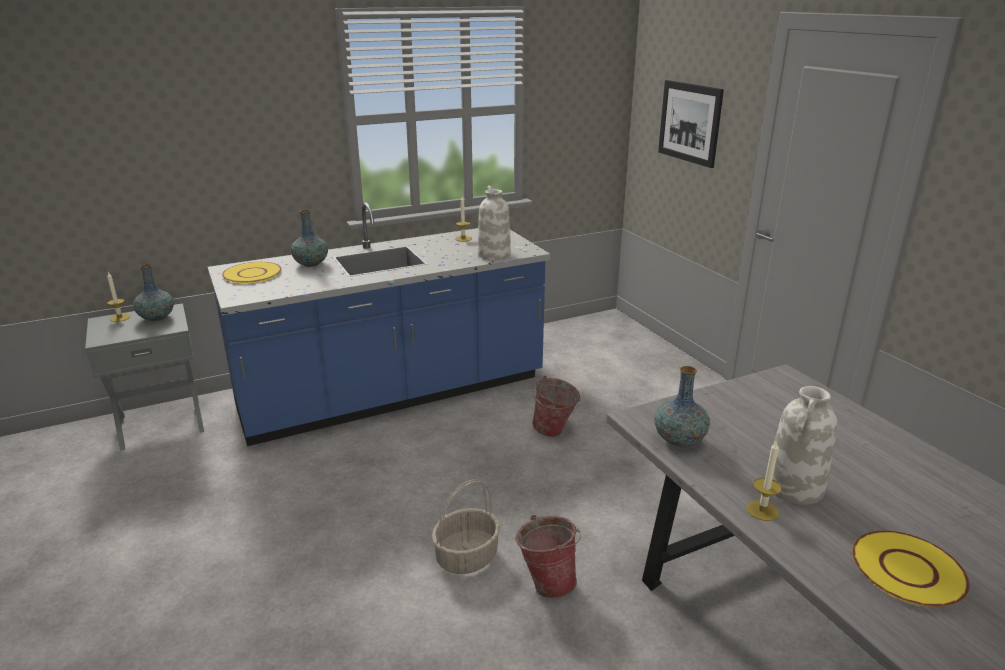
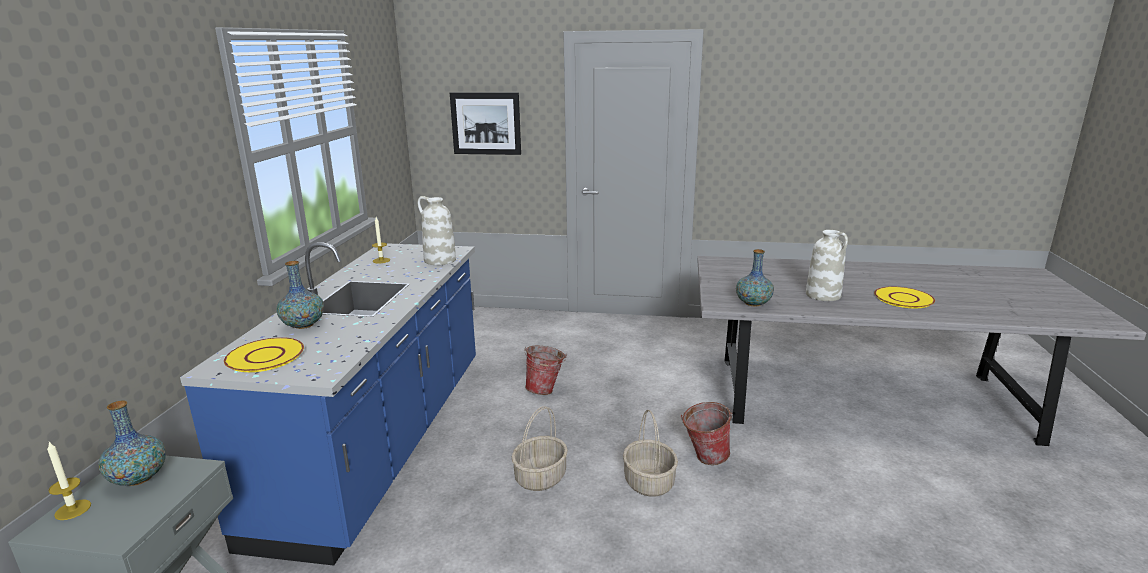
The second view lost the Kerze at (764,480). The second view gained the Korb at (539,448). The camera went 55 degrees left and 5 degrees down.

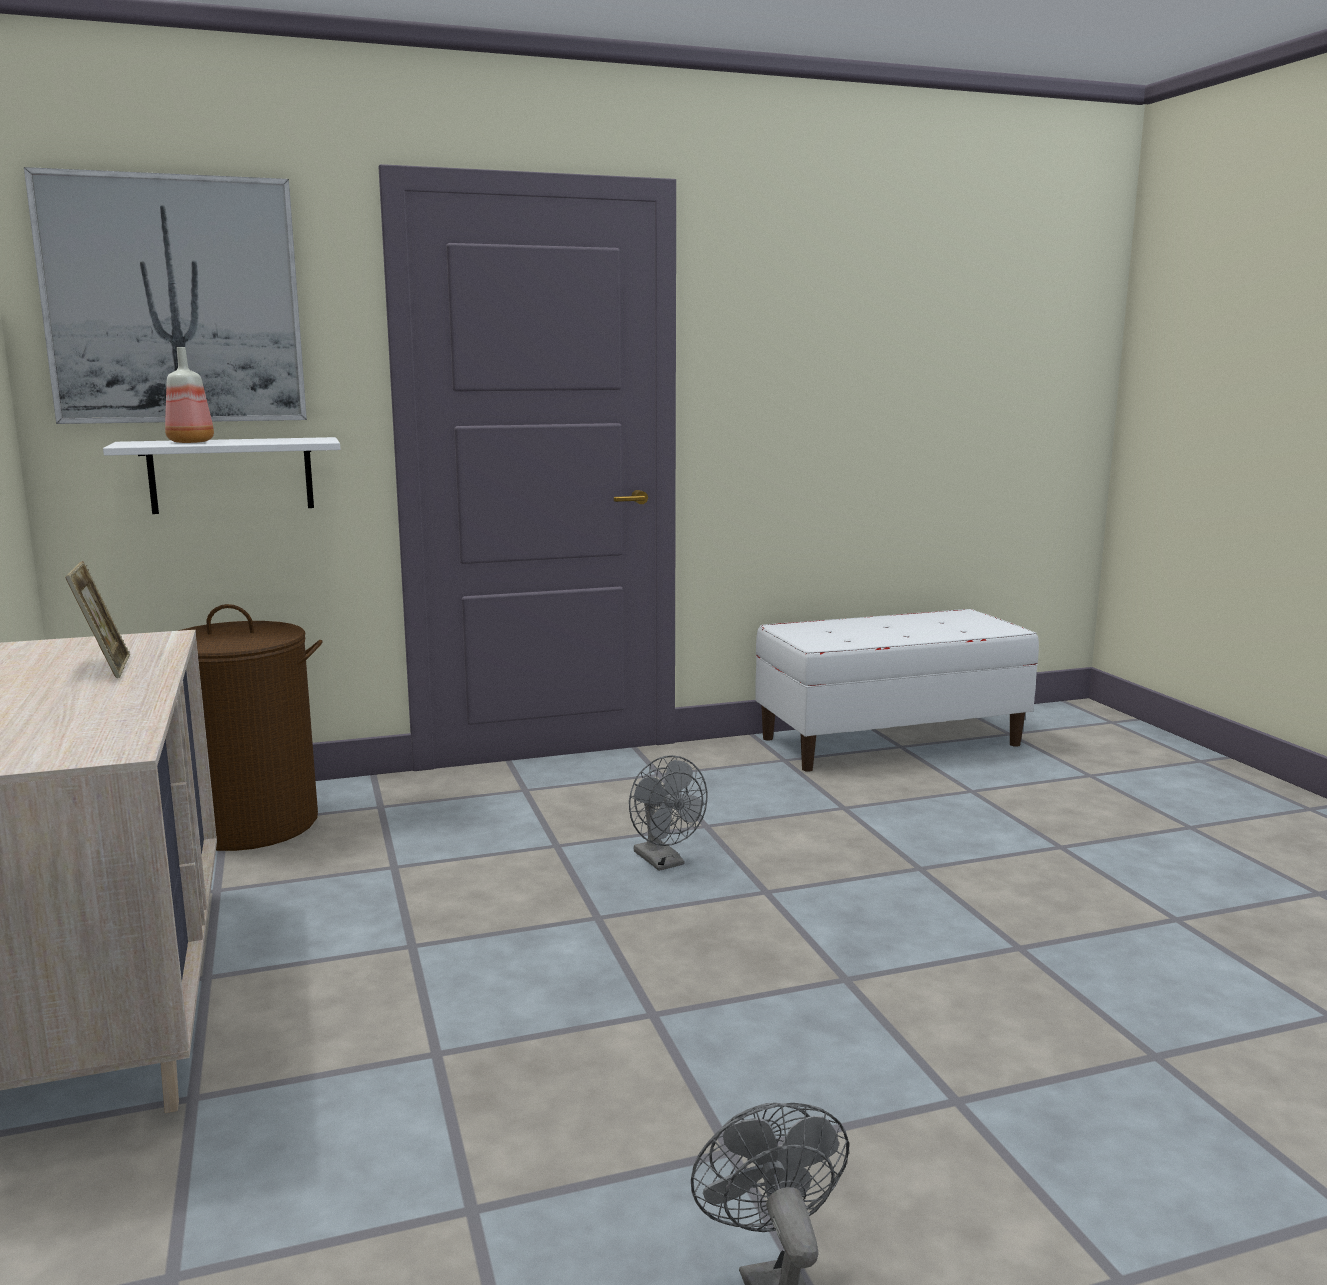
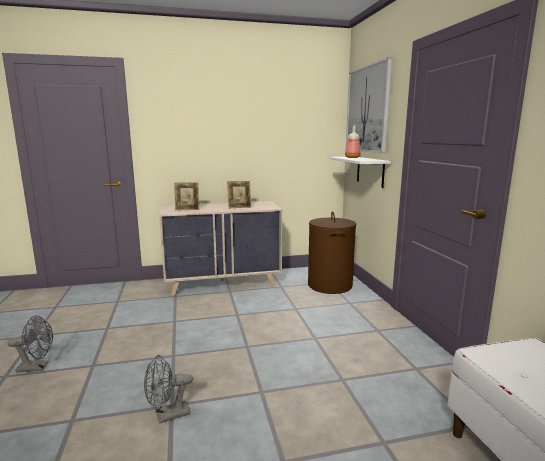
The Ventilator [grau] ended up elsewhere, having gone from (668,813) to (168,389). The second view gained the Bilderrahmen at (186,196). The camera went 95 degrees right and 0 degrees up.

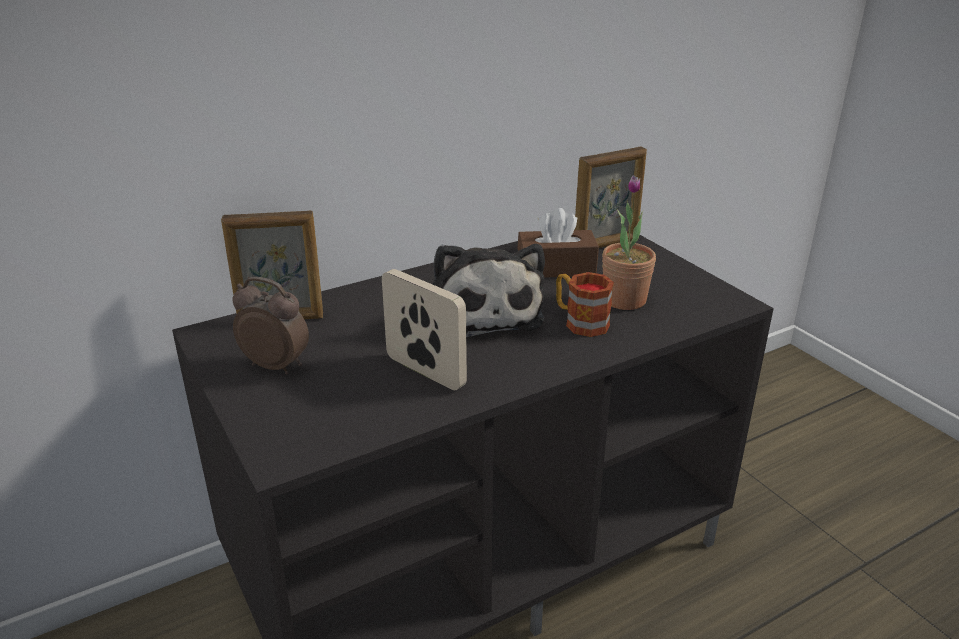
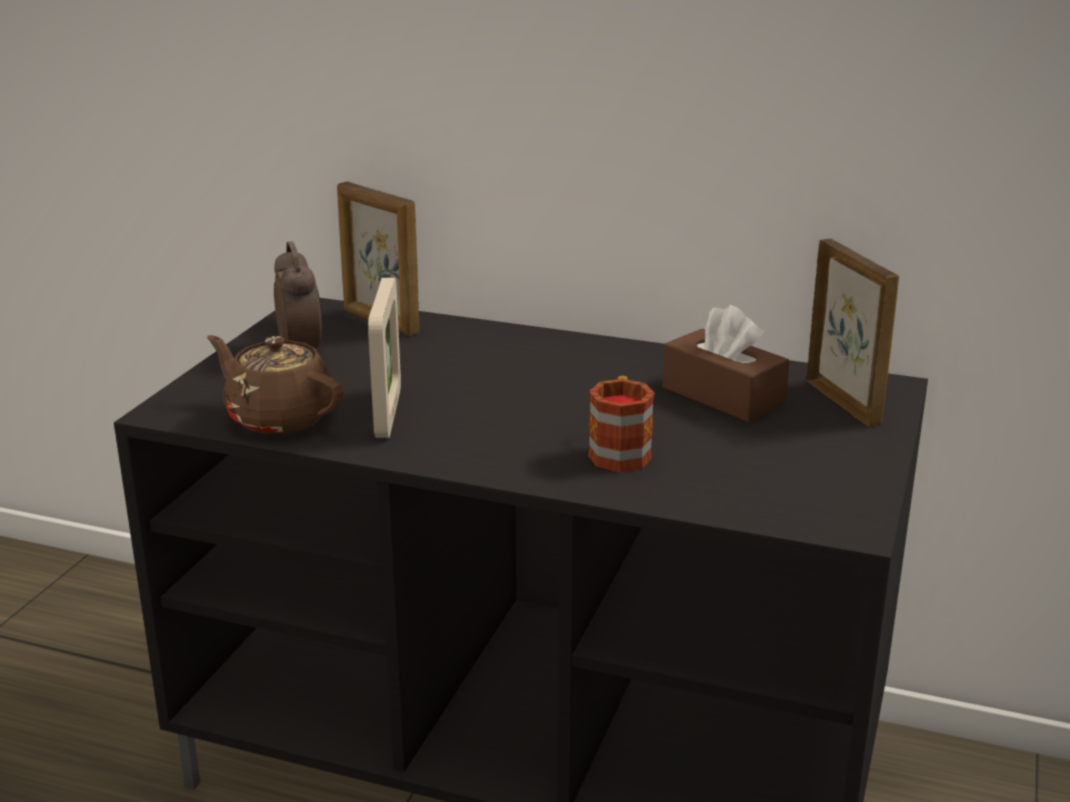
The Bilderrahmen at (610,197) ended up facing another way, 135 degrees counterclockwise from before. The second view lost the Topfpflanze at (629,242). The second view lost the Plüschtier at (488,290). The second view gained the Teekanne [braun] at (275,384). The camera went 50 degrees right and 5 degrees down.

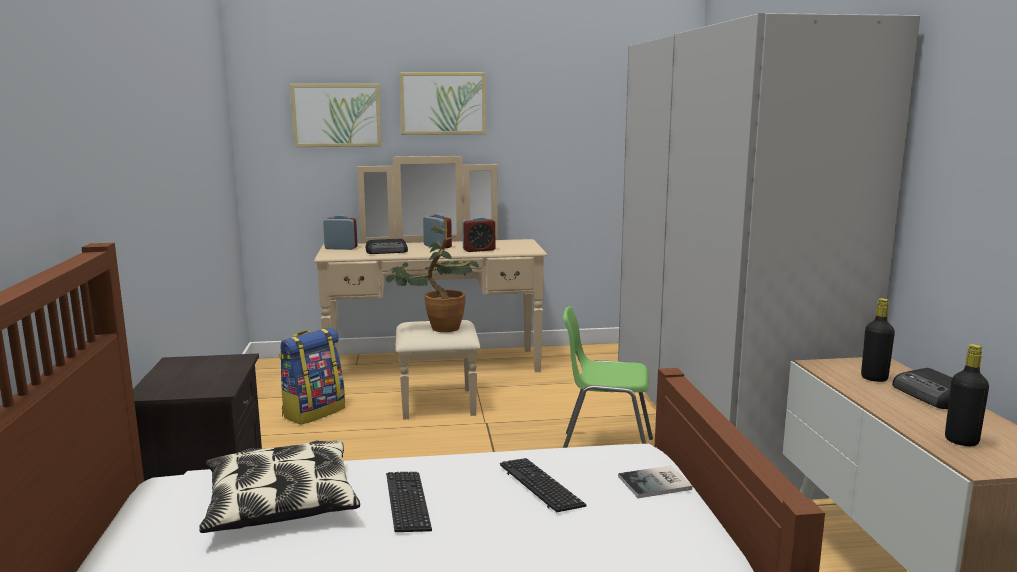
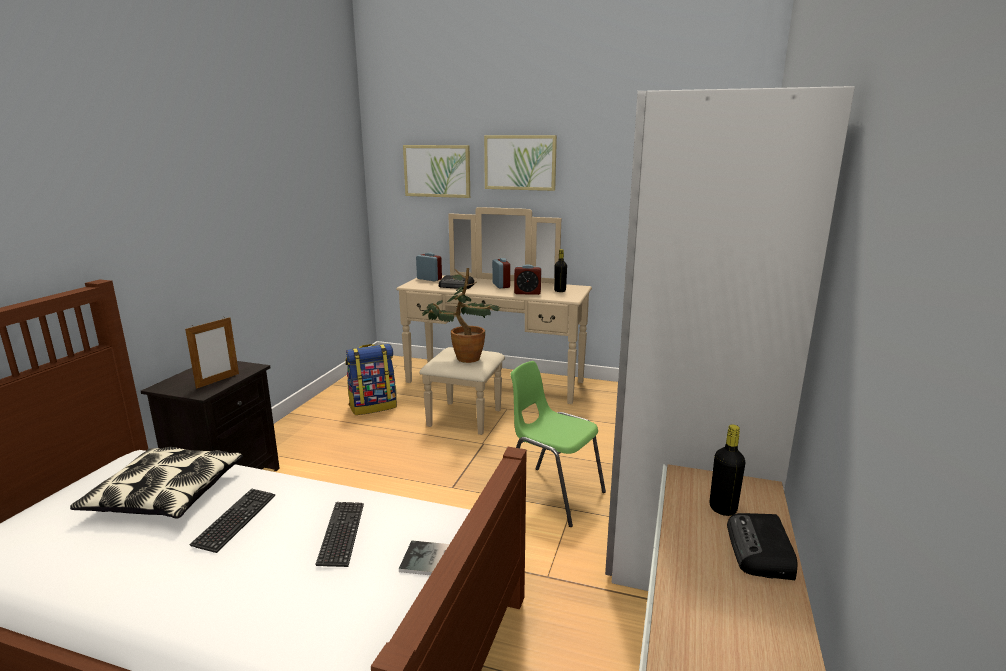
The Flasche [schwarz] ended up elsewhere, having gone from (967,395) to (560,270). The second view gained the Bilderrahmen at (212,353). The camera went 25 degrees right and 5 degrees up.

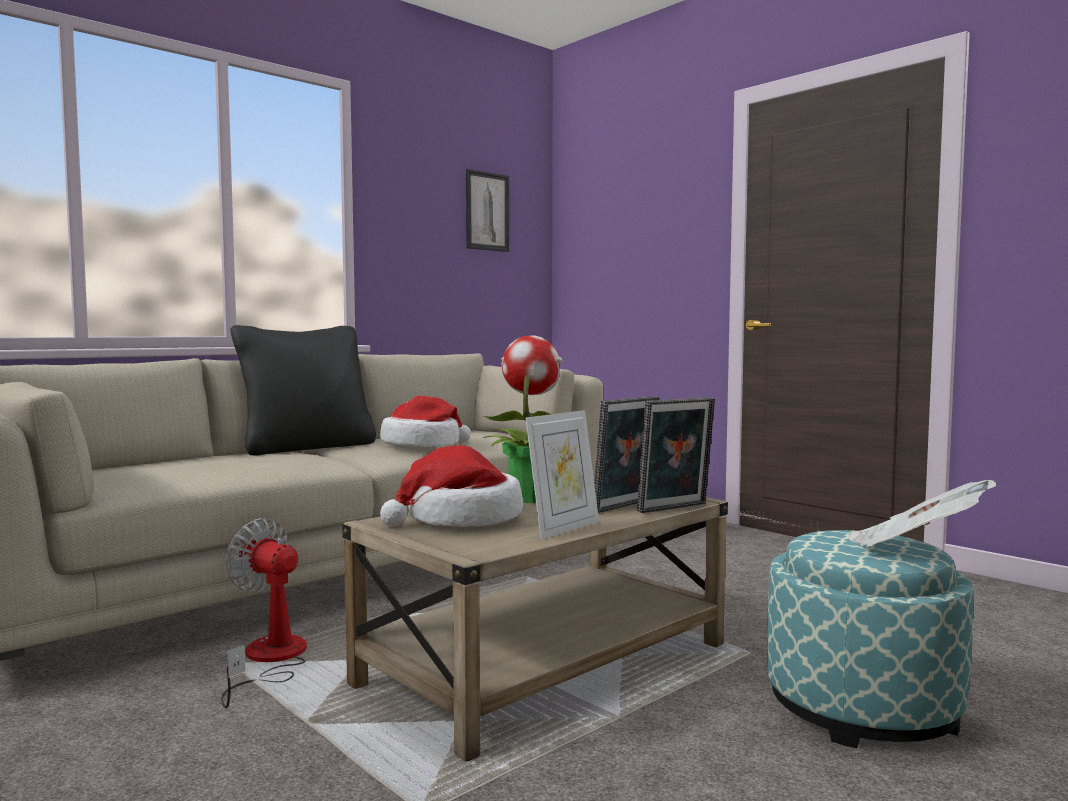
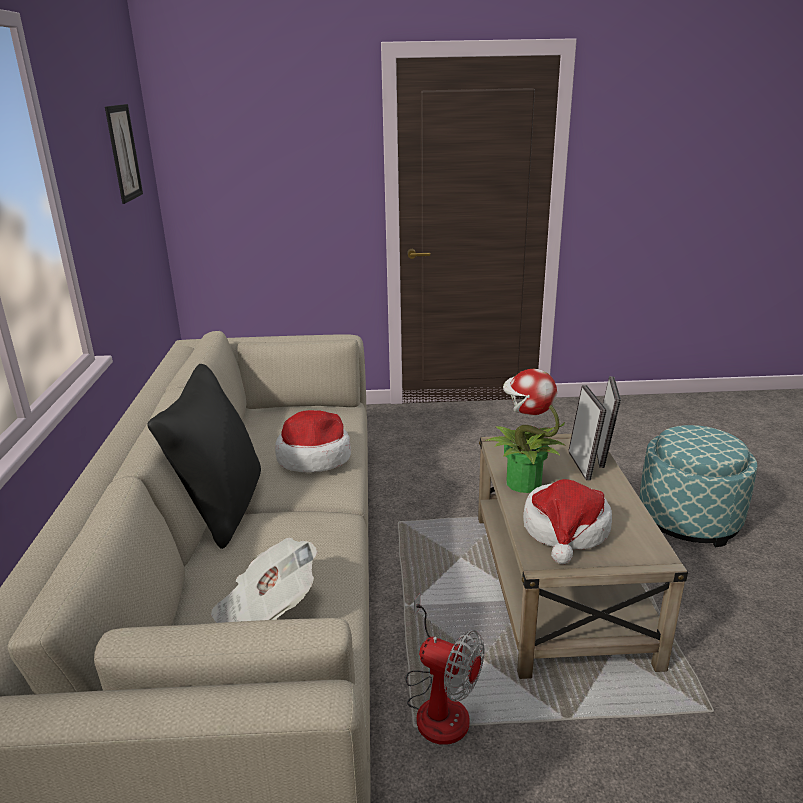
The second view lost the Bilderrahmen at (562,474). The Zeitung ended up elsewhere, having gone from (922,514) to (264,580). The Ventilator at (264,613) ended up facing another way, 135 degrees counterclockwise from before. The camera went 50 degrees left and 20 degrees up.

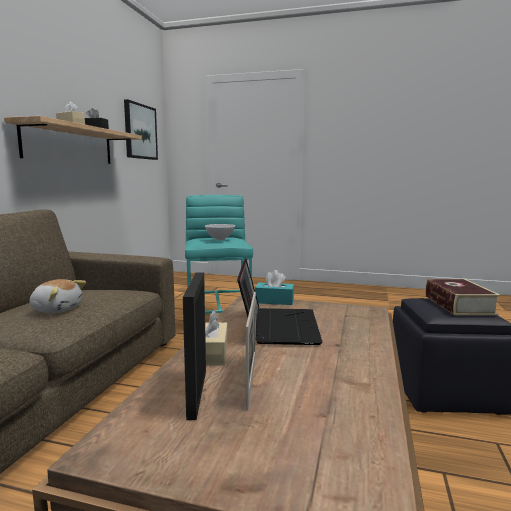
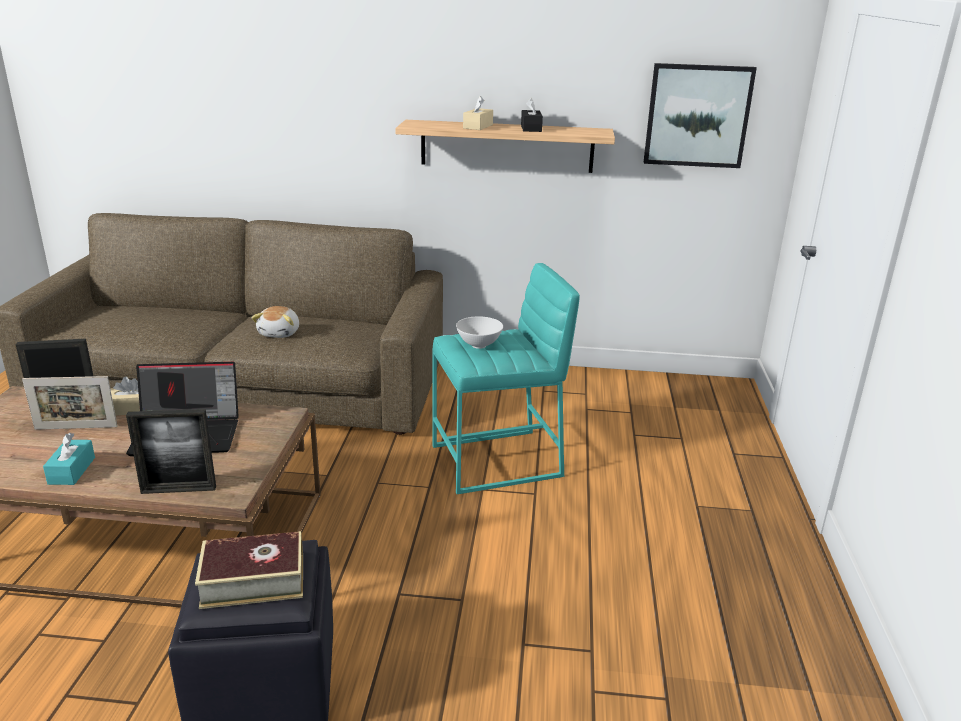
The Taschentuchbox [türkis] ended up elsewhere, having gone from (274,287) to (69,459). The second view gained the Bilderrahmen at (171,451). The camera went 80 degrees right and 15 degrees up.

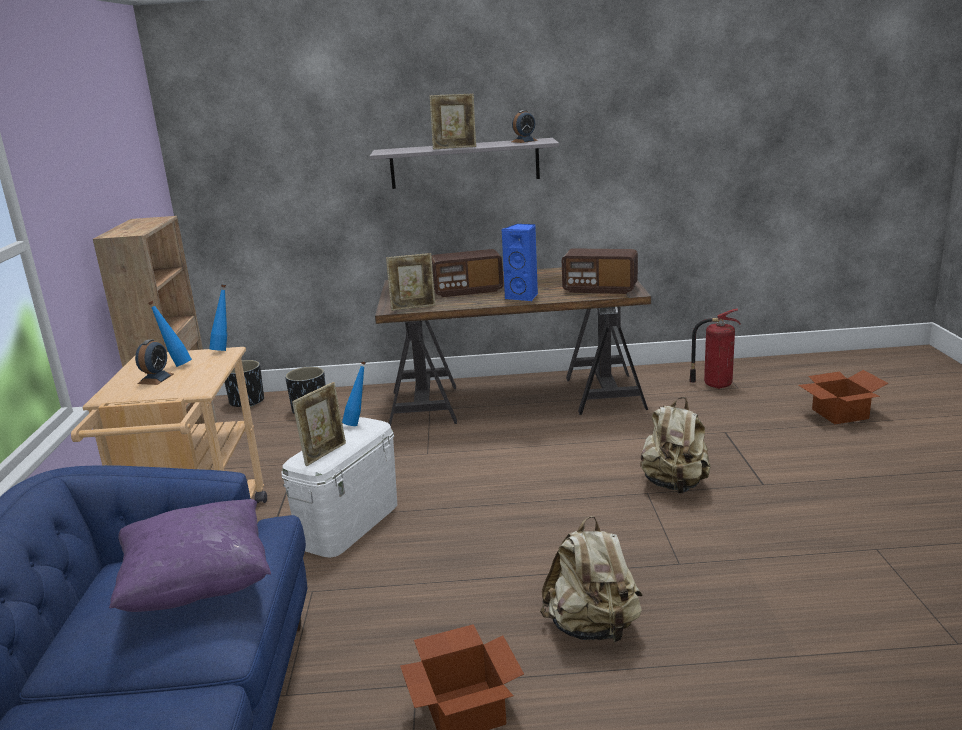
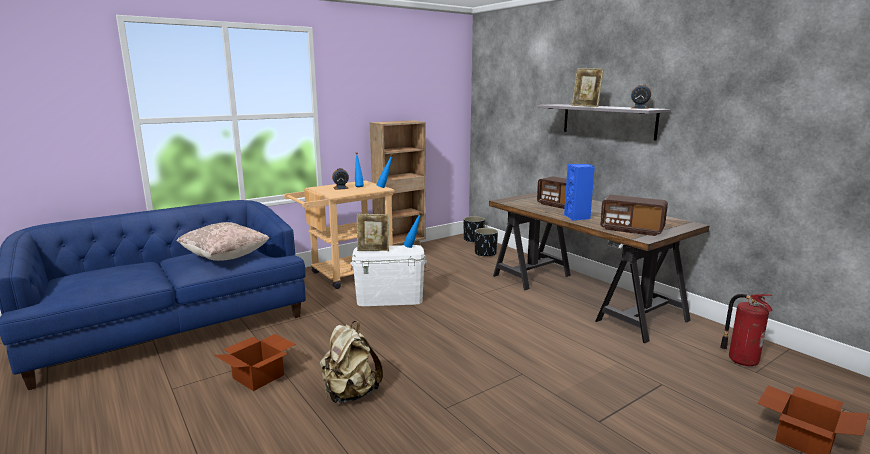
The Radio at (600,271) ended up facing another way, 45 degrees counterclockwise from before. The second view lost the Bilderrahmen at (411,282). The second view lost the Rucksack [beige] at (675,445). What was the Kissen [lila] at (190,555) turned into the Kissen [beige] at (222,241). The camera went 55 degrees right and 5 degrees down.

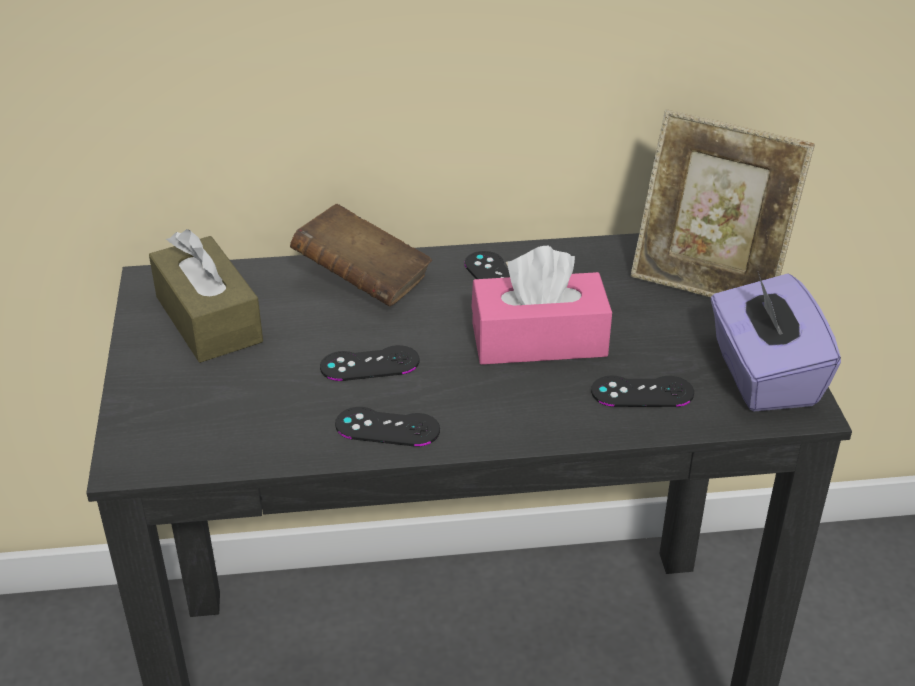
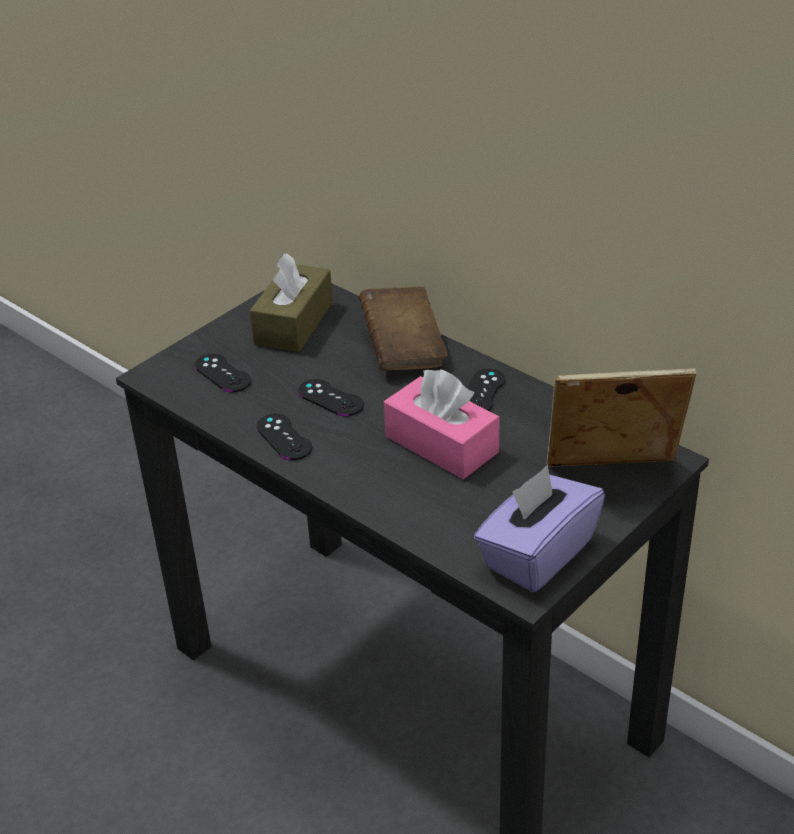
The Bilderrahmen at (723,203) ended up facing another way, 105 degrees clockwise from before. The Gamepad [schwarz] ended up elsewhere, having gone from (642,391) to (223,373). The camera went 50 degrees right and 0 degrees up.

